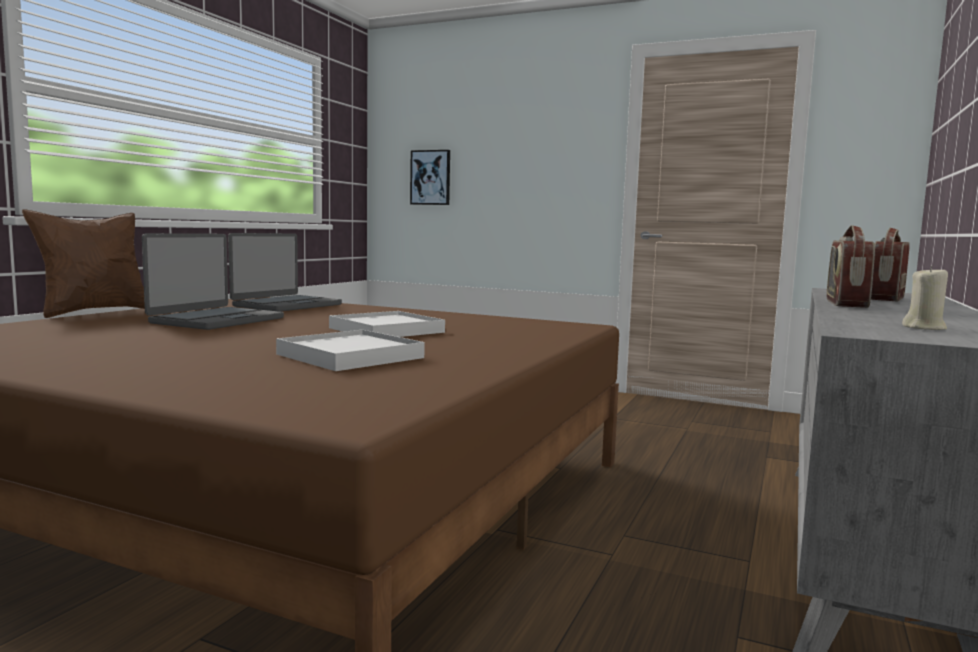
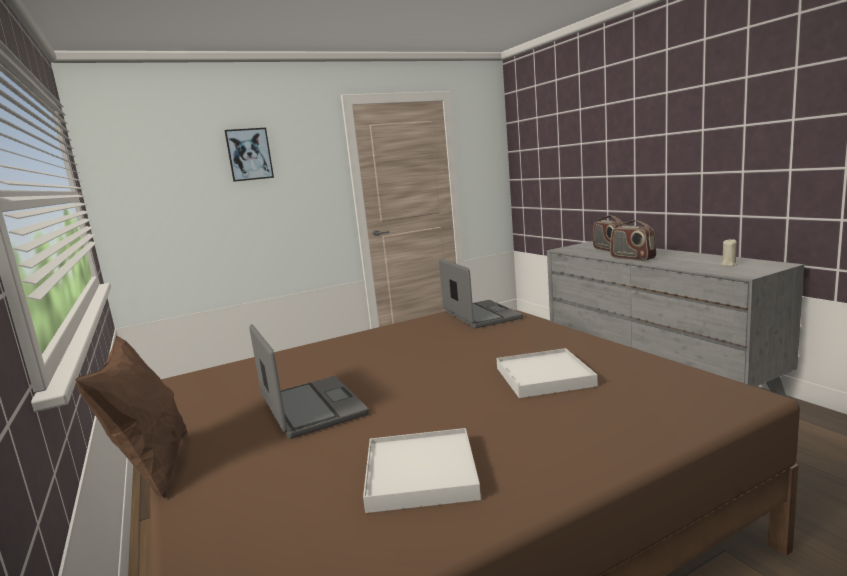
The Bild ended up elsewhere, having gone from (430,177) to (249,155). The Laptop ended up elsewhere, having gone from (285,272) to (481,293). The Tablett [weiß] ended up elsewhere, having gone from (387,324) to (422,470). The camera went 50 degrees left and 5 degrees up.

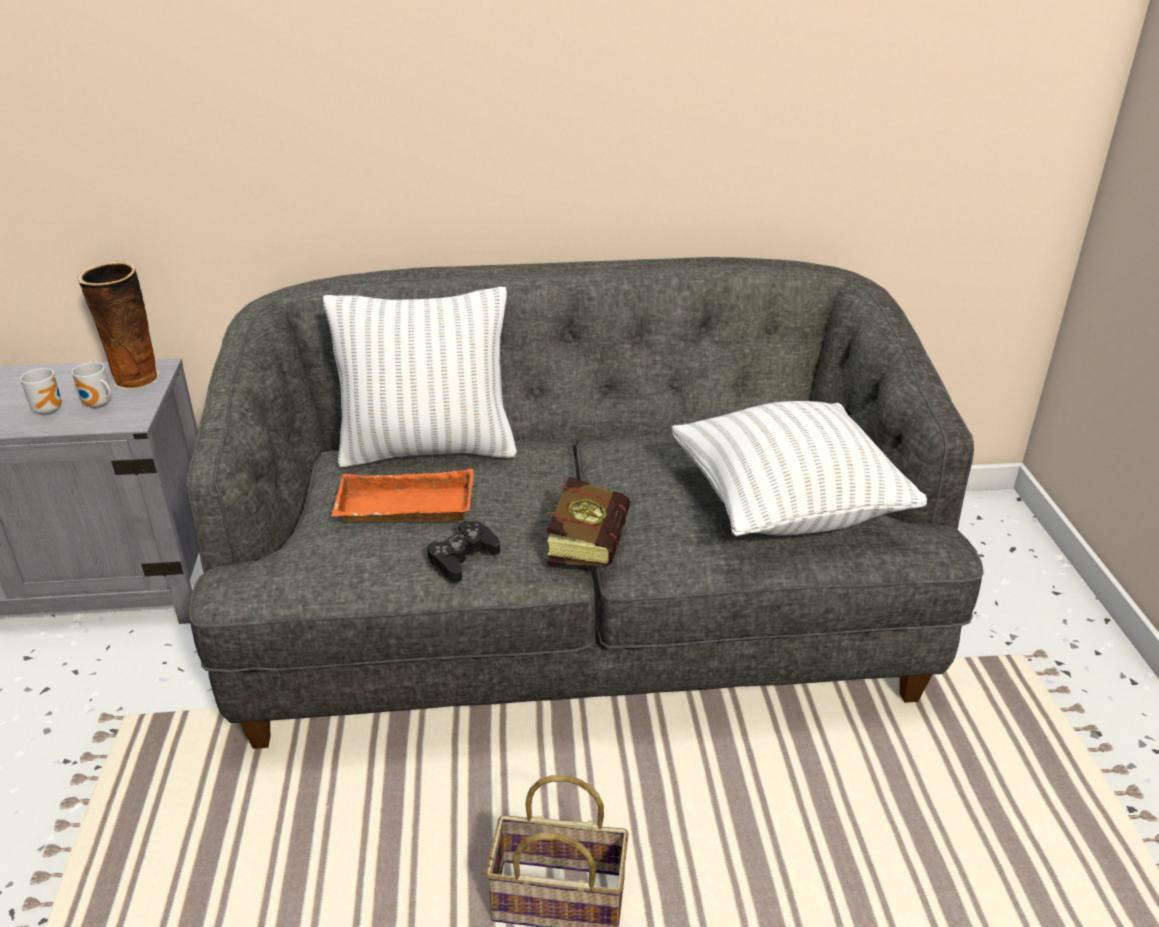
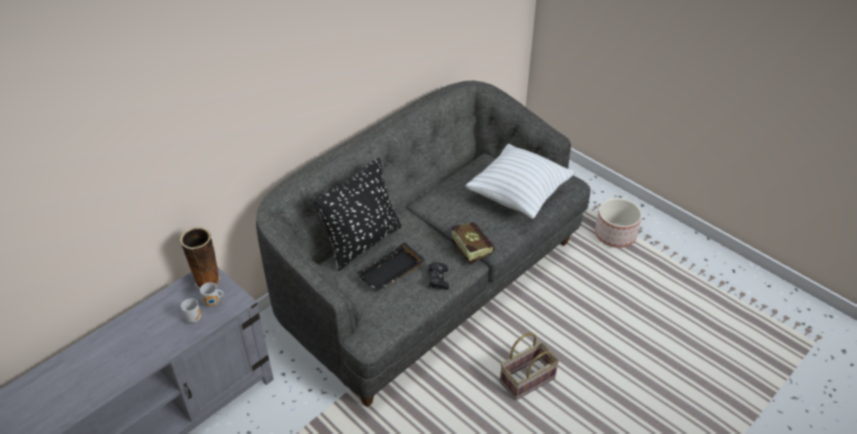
What was the Kissen [weiß] at (420,377) turned into the Kissen [schwarz] at (357,214). What was the Tablett [orange] at (402,495) turned into the Tablett [schwarz] at (391,267). The second view gained the Pflanzkübel at (618,223). The camera went 40 degrees left and 10 degrees up.

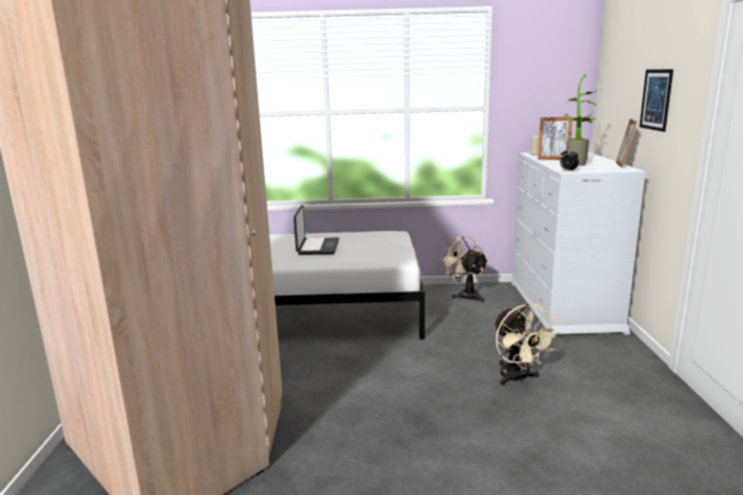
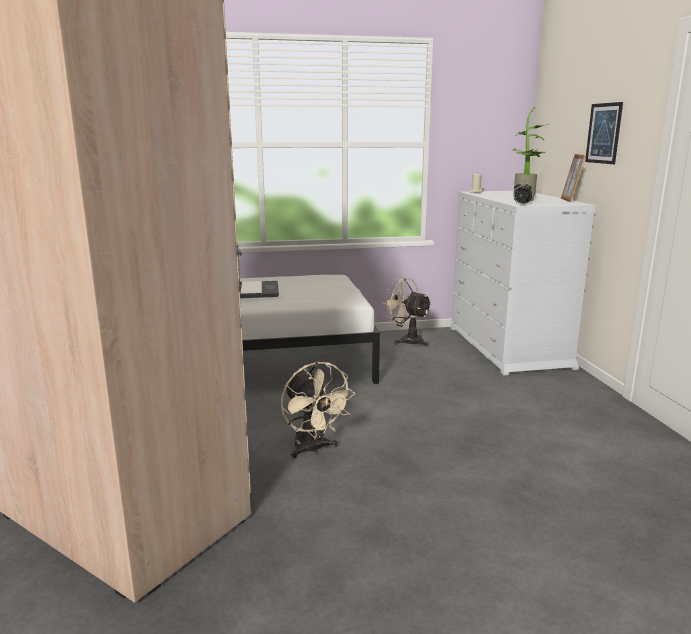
The second view lost the Bilderrahmen at (554,138). The Ventilator [beige] ended up elsewhere, having gone from (526,344) to (318,409). The camera went 10 degrees left and 0 degrees up.

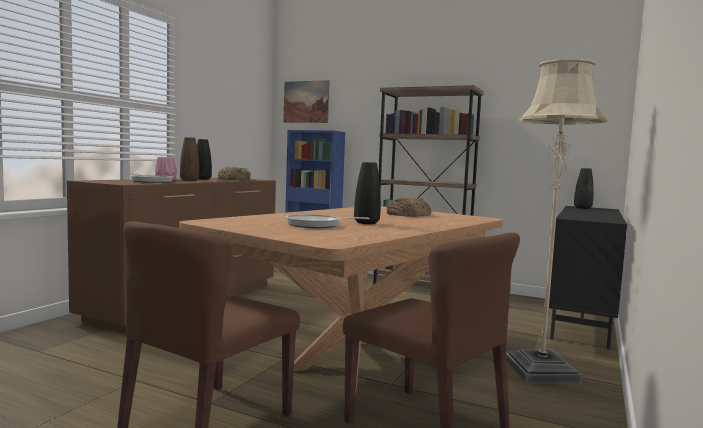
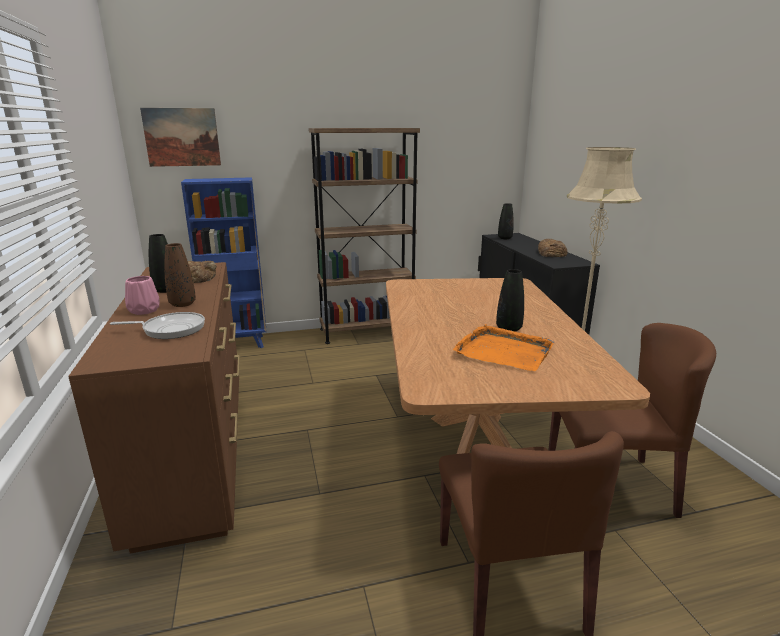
The Brot ended up elsewhere, having gone from (409,207) to (553,248). Where the Pfanne stood at (328,221), the Tablett [orange] came to stand at (503,347). The camera went 40 degrees left and 15 degrees up.

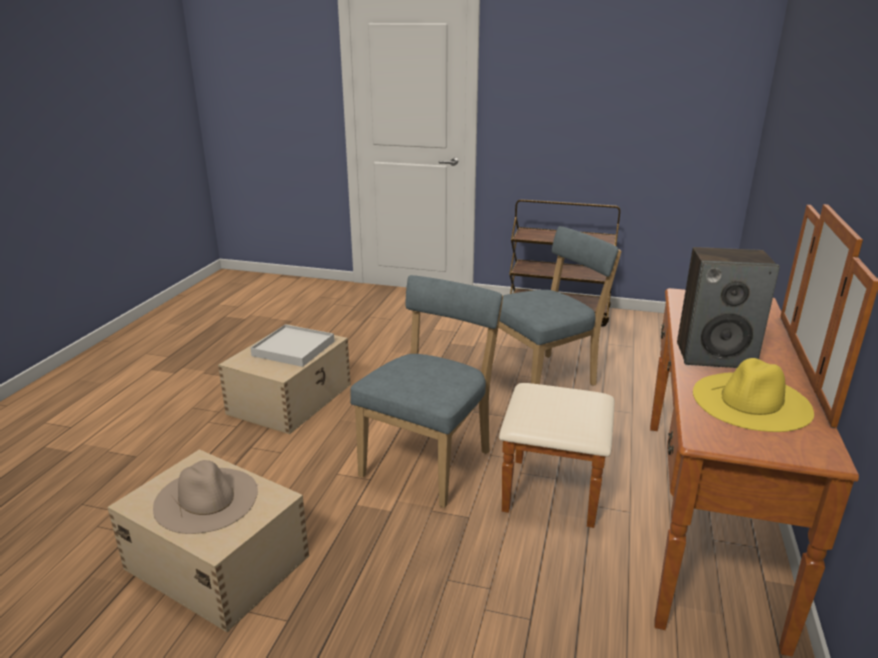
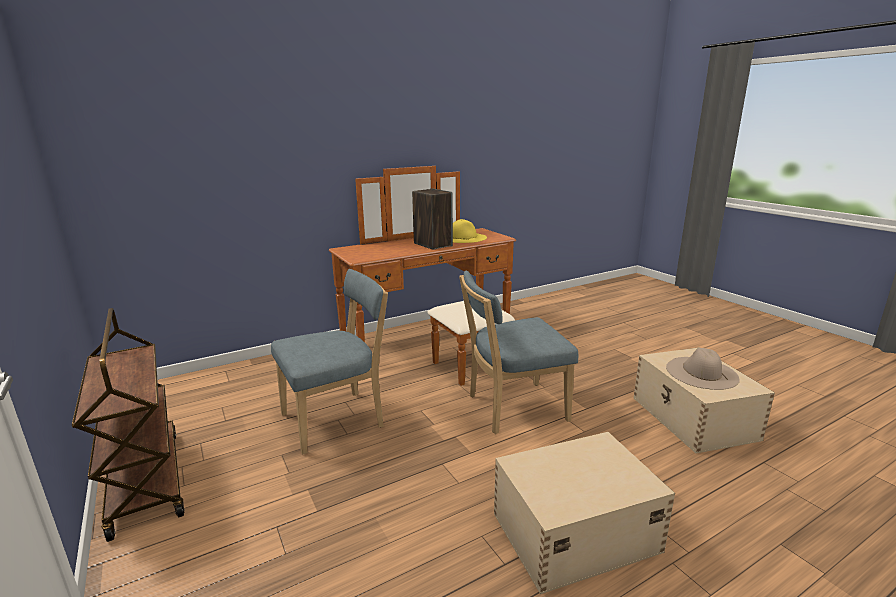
The Stuhl [blau] at (554,306) ended up facing another way, 135 degrees clockwise from before. The second view lost the Tablett [weiß] at (292,346). The camera went 135 degrees left and 5 degrees down.

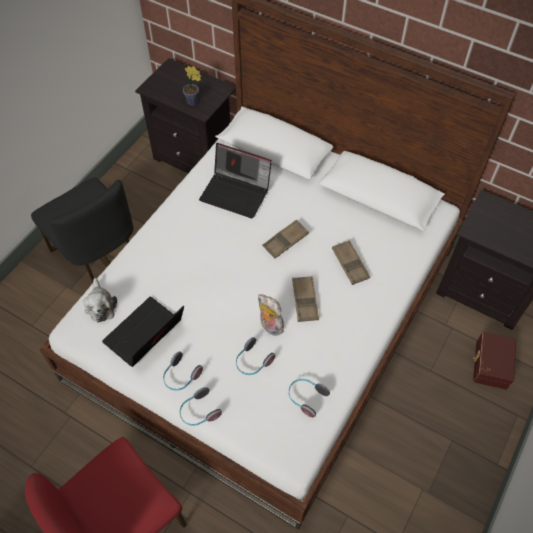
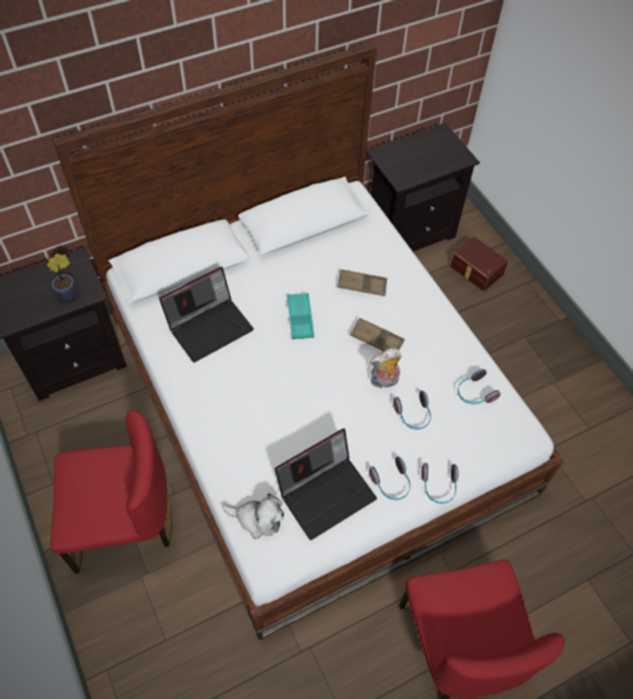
What was the Stuhl [schwarz] at (82,230) turned into the Stuhl [rot] at (111,492). What was the Tablett [braun] at (286,239) turned into the Tablett [türkis] at (300,316). The Laptop at (143,332) ended up facing another way, 105 degrees counterclockwise from before. The camera went 60 degrees left and 0 degrees up.

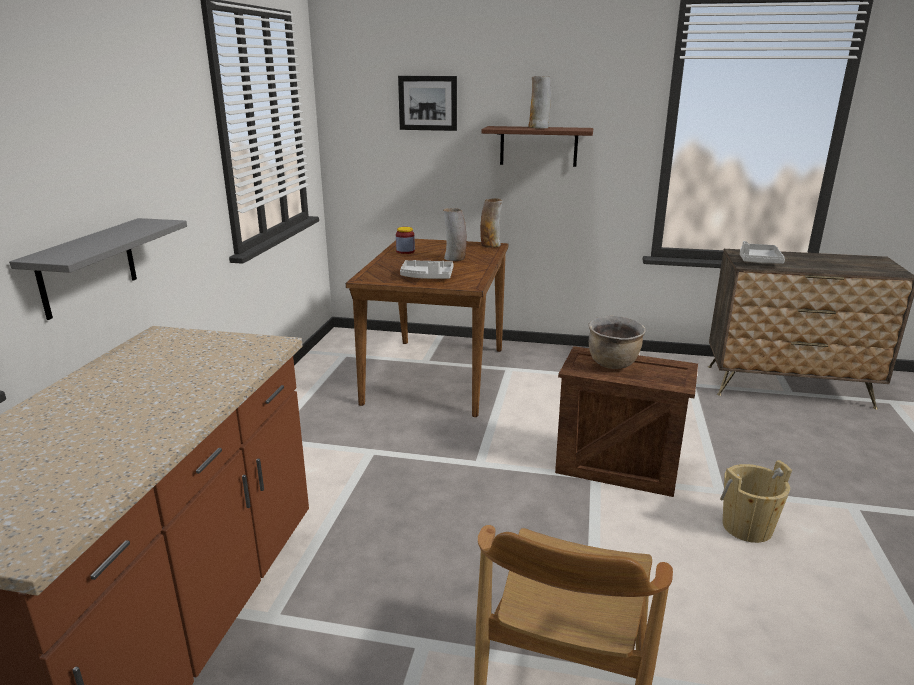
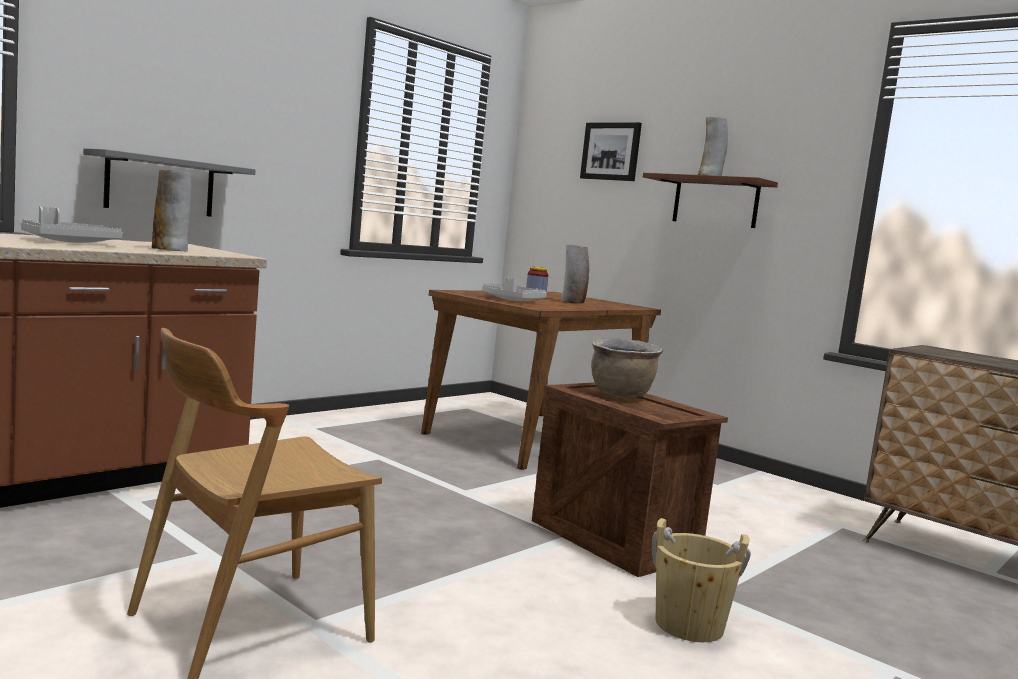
The Vase ended up elsewhere, having gone from (491,223) to (171,210). The Tablett [grau] ended up elsewhere, having gone from (762,252) to (72,225). The camera went 30 degrees right and 15 degrees down.

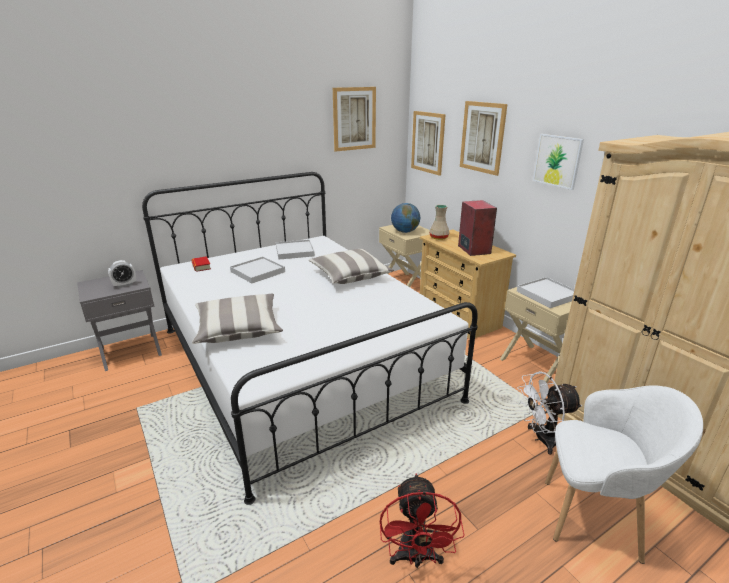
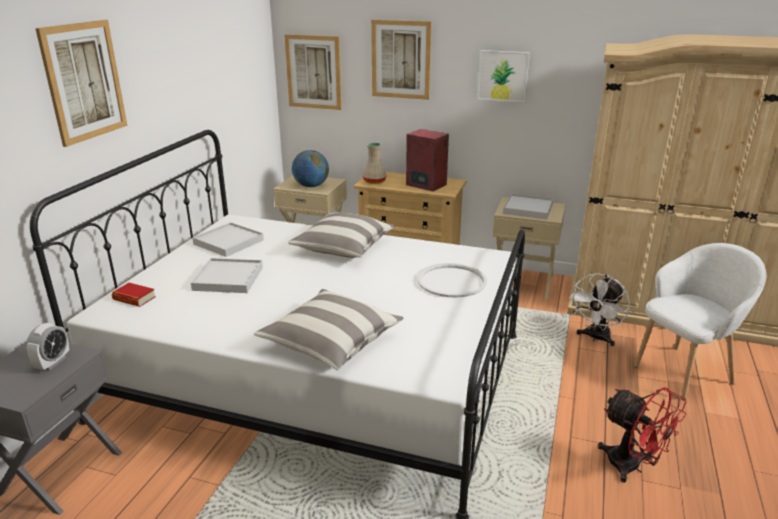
The Bild ended up elsewhere, having gone from (354,119) to (81,83). The second view gained the Tablett [weiß] at (452,280). The camera went 40 degrees left and 0 degrees up.

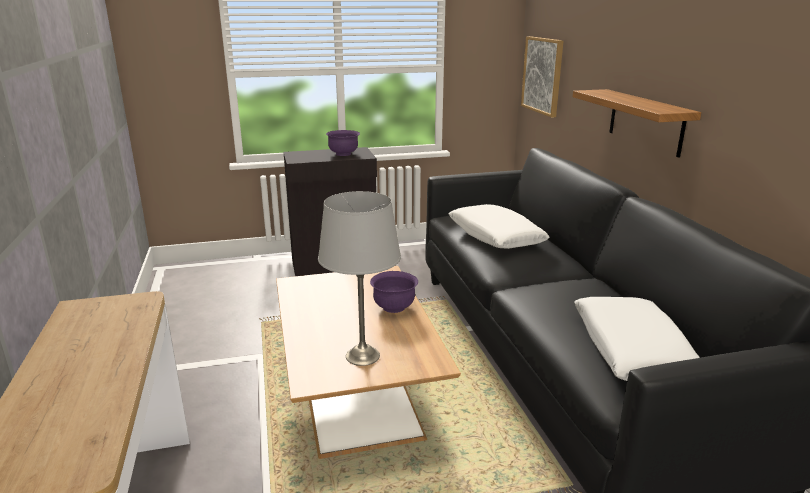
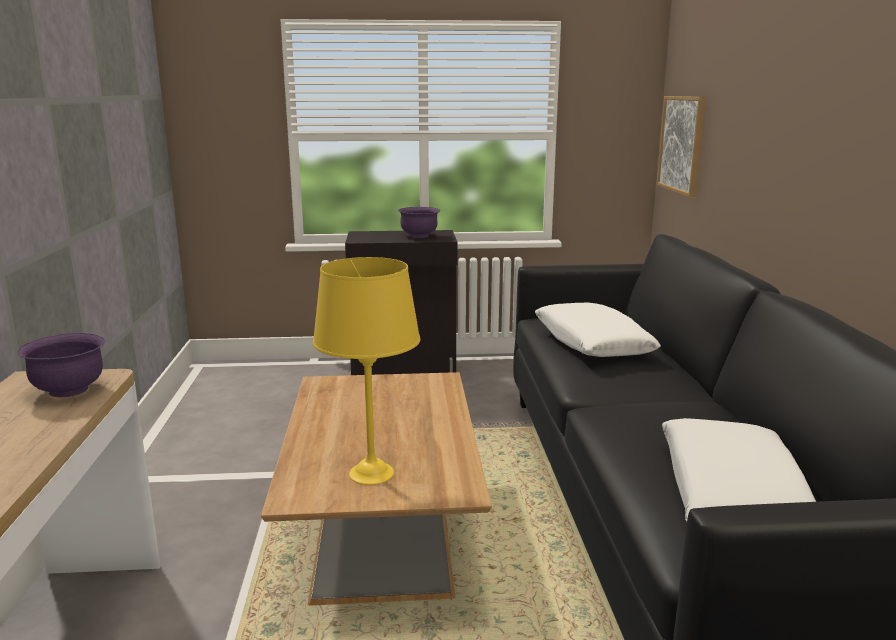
The second view lost the Wandregal at (637,123). What was the Tischlampe [grau] at (359,278) turned into the Tischlampe [gelb] at (366,371). The Schüssel [lila] ended up elsewhere, having gone from (394,292) to (61,365). The camera went 10 degrees right and 5 degrees down.

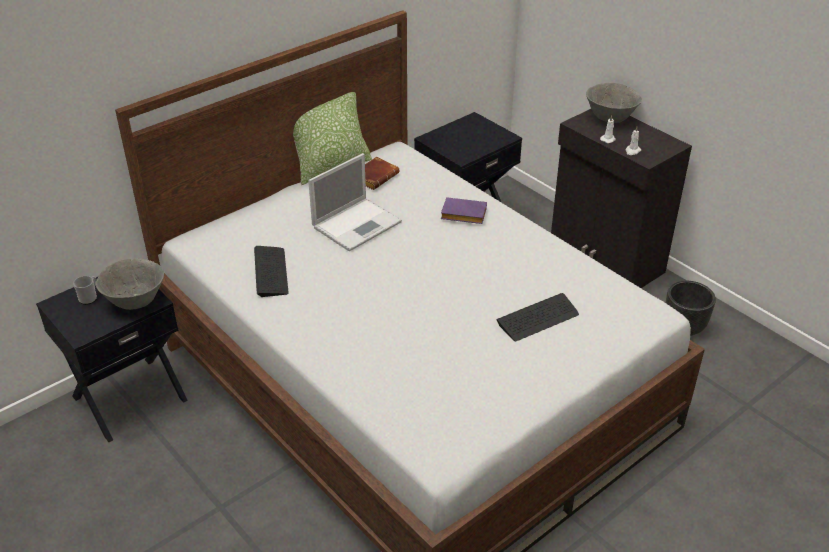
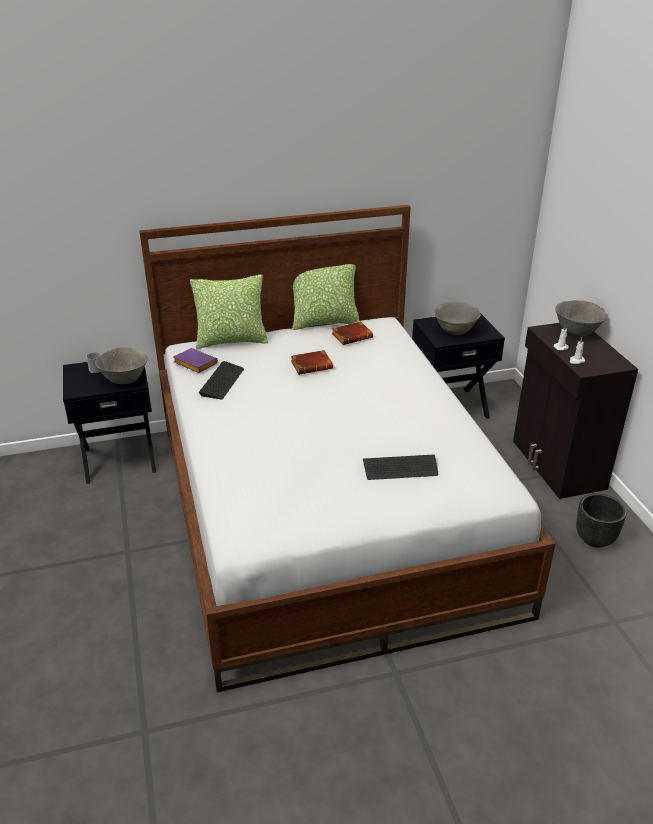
Where the Laptop stood at (355,202), the Buch [braun] came to stand at (312,362). The Buch [lila] ended up elsewhere, having gone from (464,210) to (195,360). The second view gained the Kissen at (229,311). The second view gained the Schüssel [grau] at (457,318). The camera went 25 degrees right and 5 degrees down.

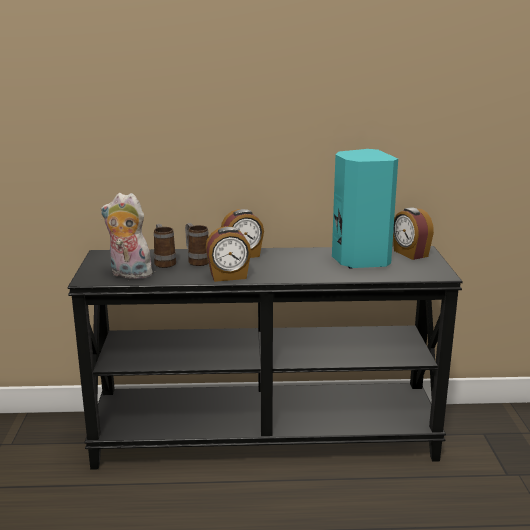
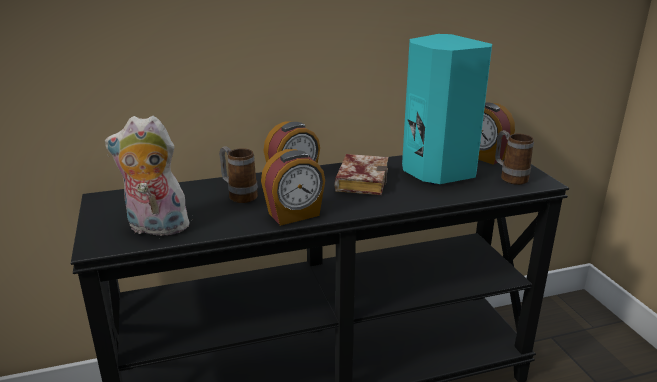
The Henkelbecher ended up elsewhere, having gone from (165,246) to (514,157). The second view gained the Buch at (361,174). The camera went 15 degrees left and 5 degrees up.

